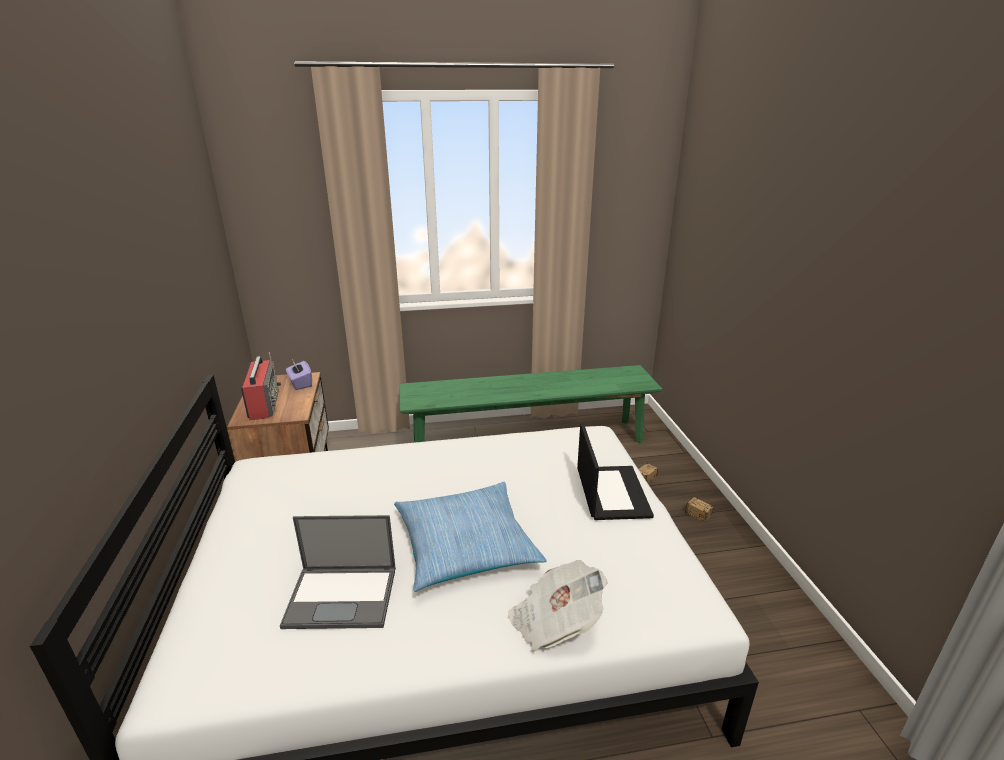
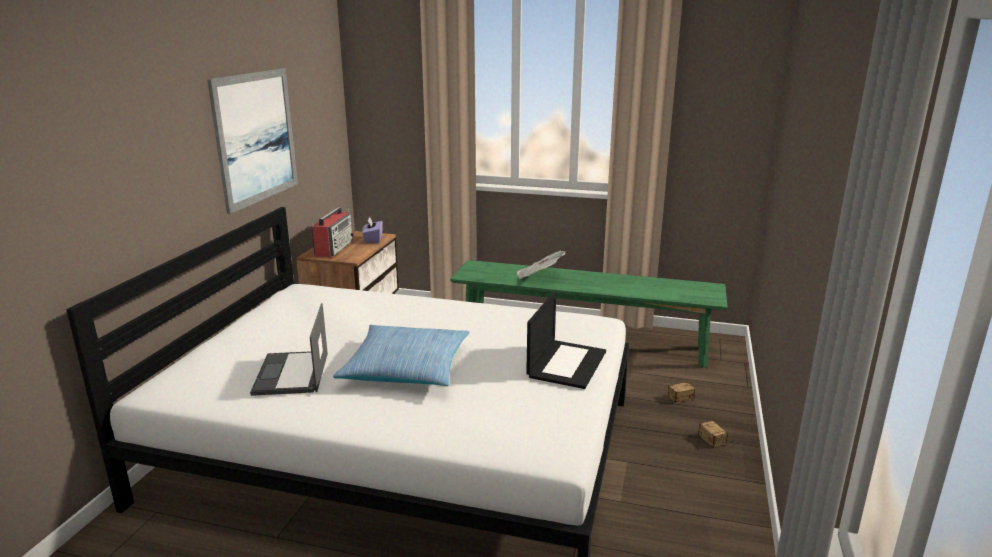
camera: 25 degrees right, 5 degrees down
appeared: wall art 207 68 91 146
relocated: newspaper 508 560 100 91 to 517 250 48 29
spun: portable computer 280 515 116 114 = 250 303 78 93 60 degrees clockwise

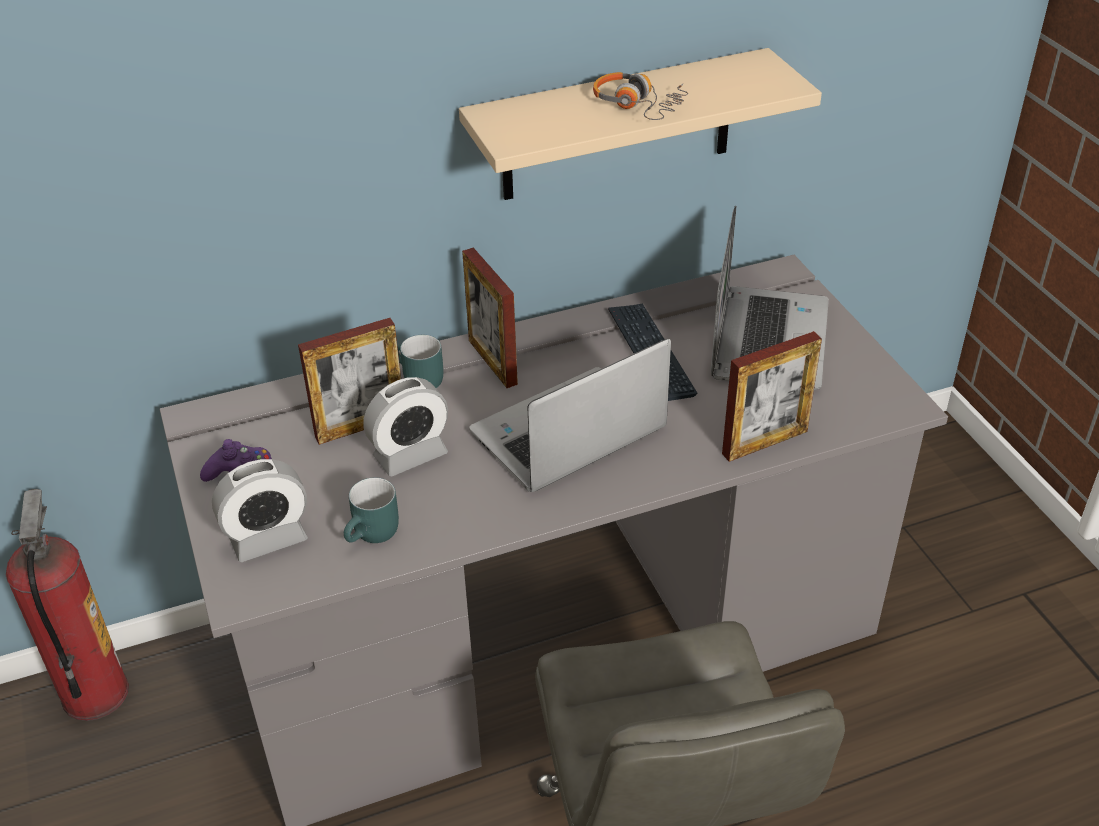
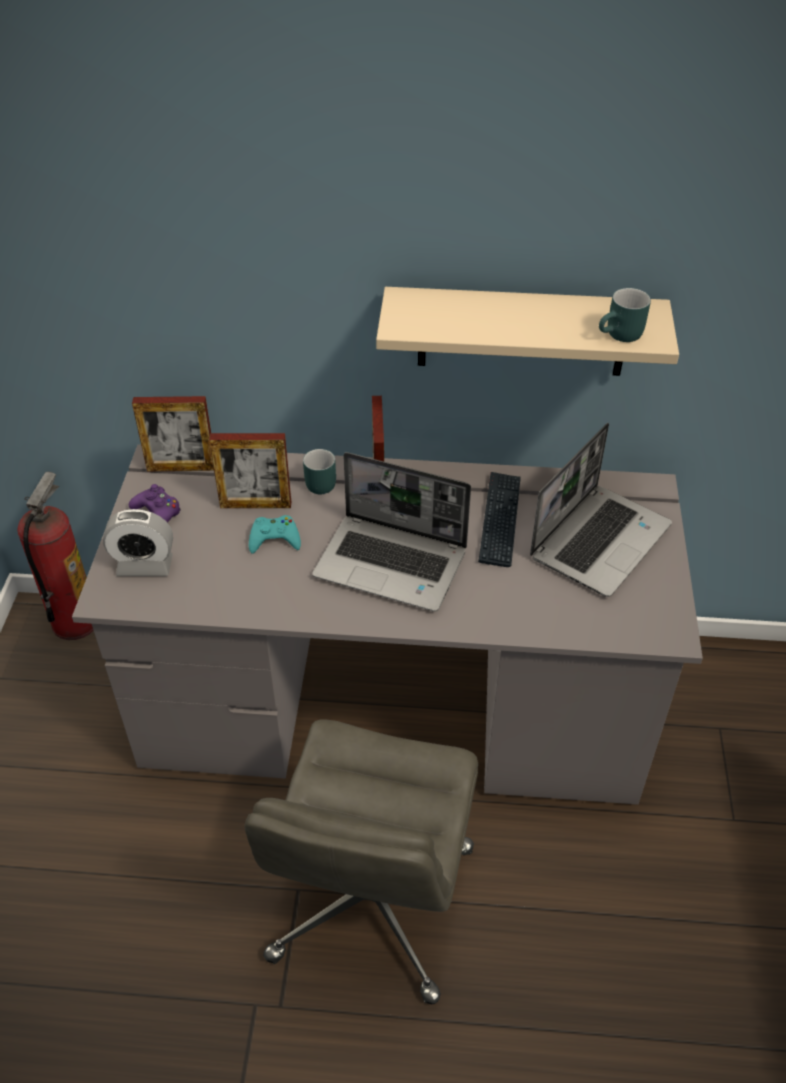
camera: 25 degrees right, 5 degrees up
missing: headphones 593 72 95 48
relocated: turquoise-coloured mug 344 477 55 66 to 599 288 52 54; photo frame 722 331 100 131 to 132 396 82 76
exchanged: table clock 363 377 85 99 to turquoise-coloured gamepad 249 515 52 39
spun: portable computer 469 339 202 153 = 313 452 158 160 150 degrees counterclockwise

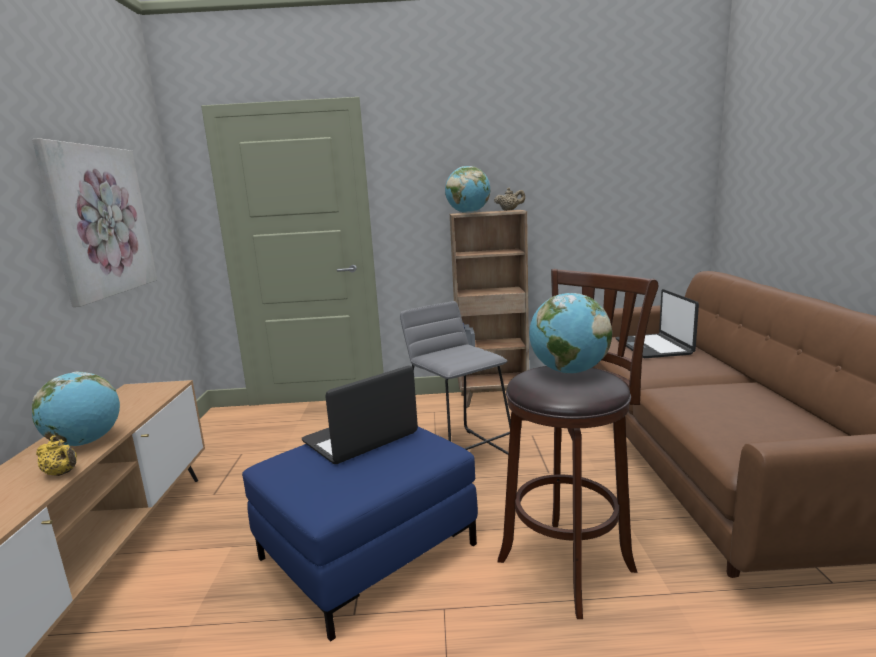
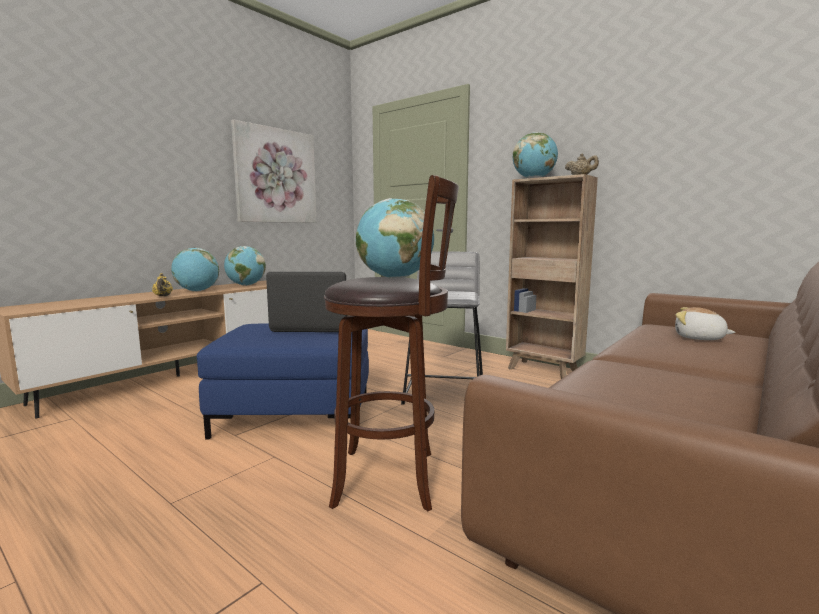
camera: 40 degrees right, 5 degrees down
appeared: globe 224 246 42 40
exchanged: portable computer 616 289 83 69 to cuddly toy 675 307 60 33

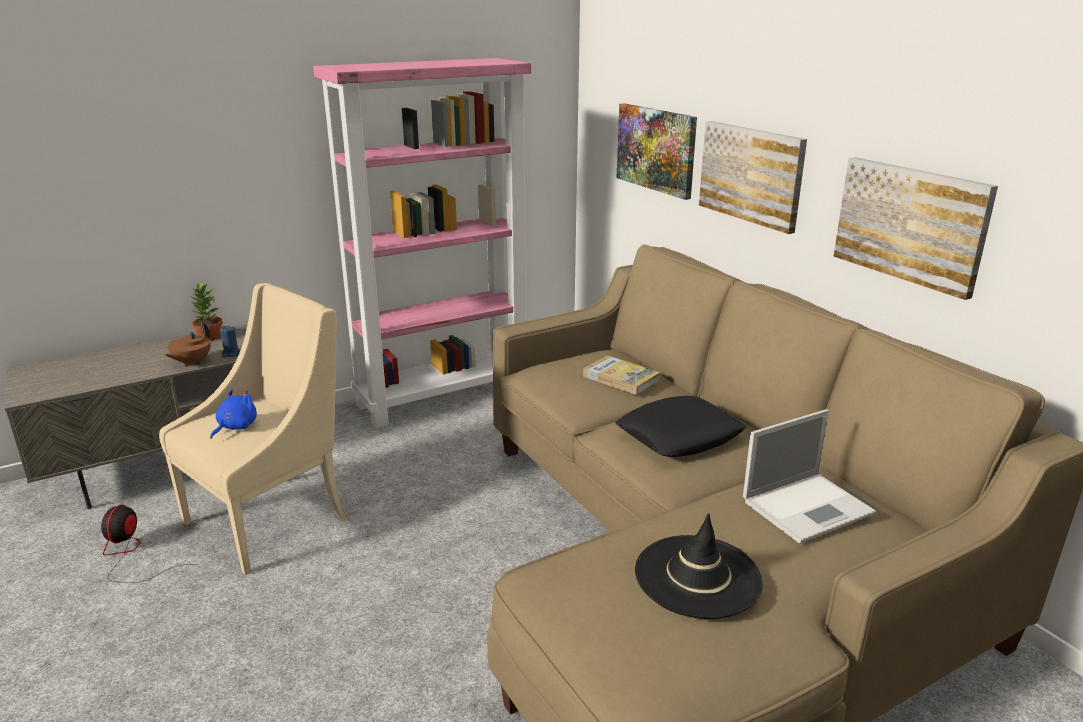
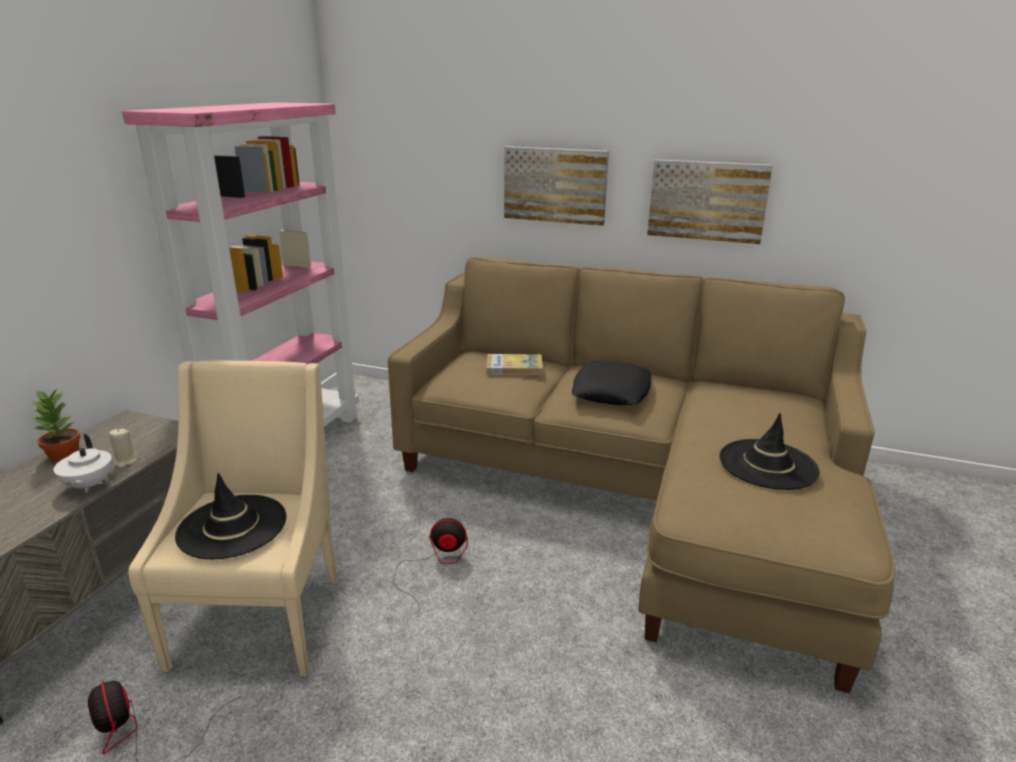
camera: 40 degrees left, 0 degrees up
missing: wall art 617 103 80 97; portable computer 743 409 133 134
appeared: cooling fan 393 518 75 97
exchanged: bluish cuddly toy 210 389 47 50 to blackish clothing hat 175 473 111 86
colour: brownish pot for tea 165 323 46 44 to white-coloured pot for tea 53 434 59 59; bluish wax candle 220 326 20 31 to sand-coloured wax candle 109 429 30 39

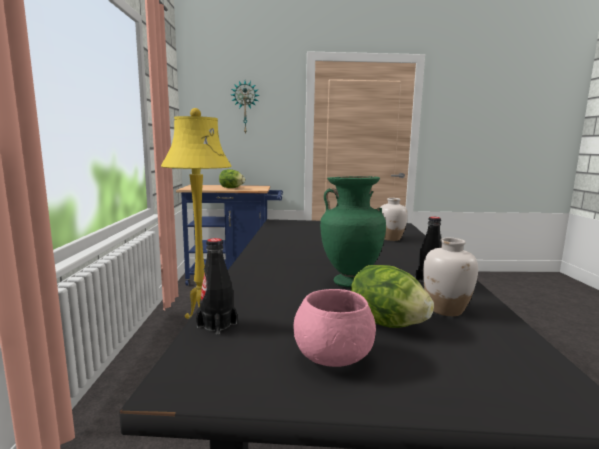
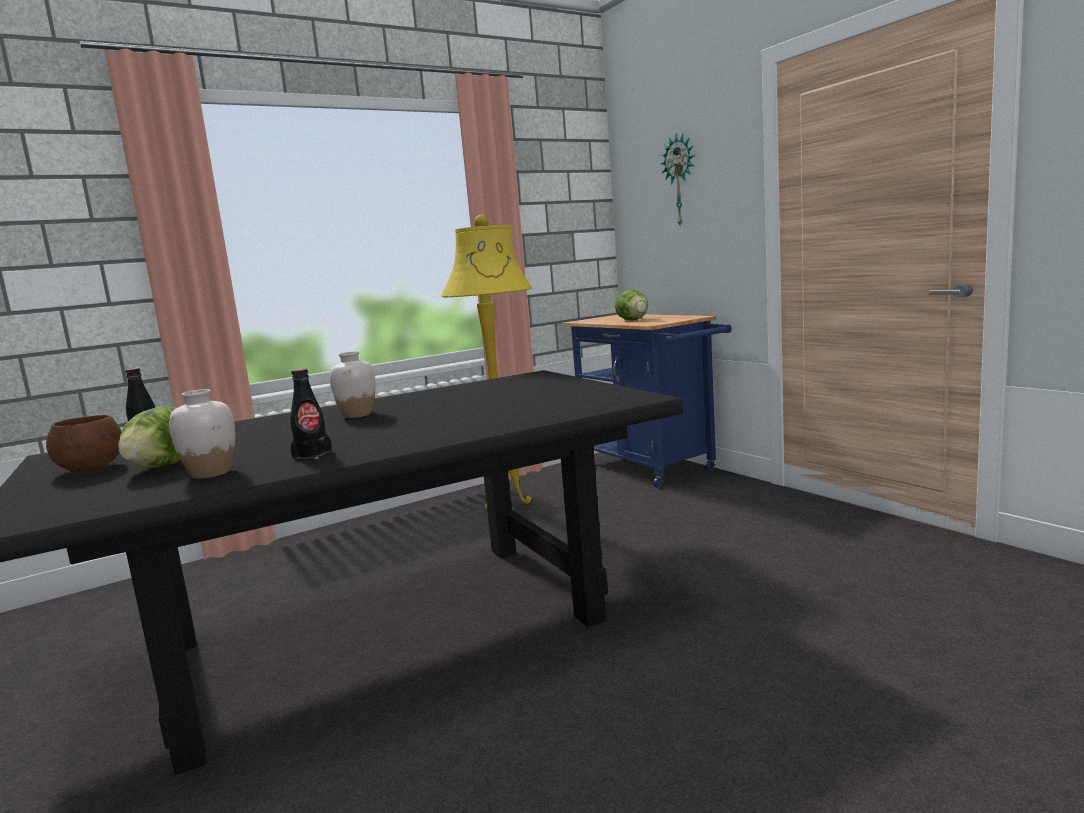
camera: 60 degrees right, 0 degrees up
missing: greenish flower vase 320 176 66 112
relocated: white-coloured flower vase 380 198 28 43 to 329 351 46 67
colour: pinkish serving bowl 294 289 82 78 to brownish serving bowl 46 415 76 56

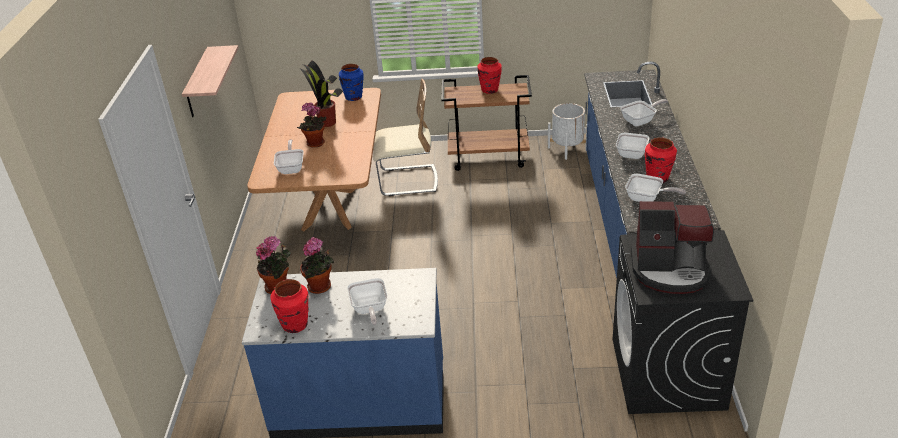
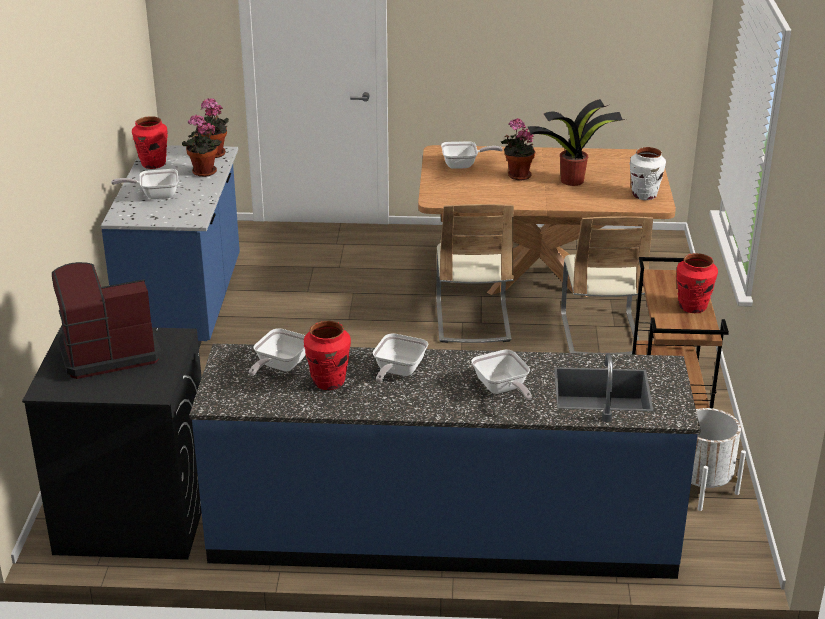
camera: 90 degrees right, 5 degrees down
missing: wall shelf 182 45 57 72
appeared: sand-coloured plain chair 436 204 78 139
colour: bluish flower vase 339 64 25 37 to white-coloured flower vase 629 147 37 53
spun: coffee brewer 631 201 83 93 = 52 262 110 117 60 degrees clockwise

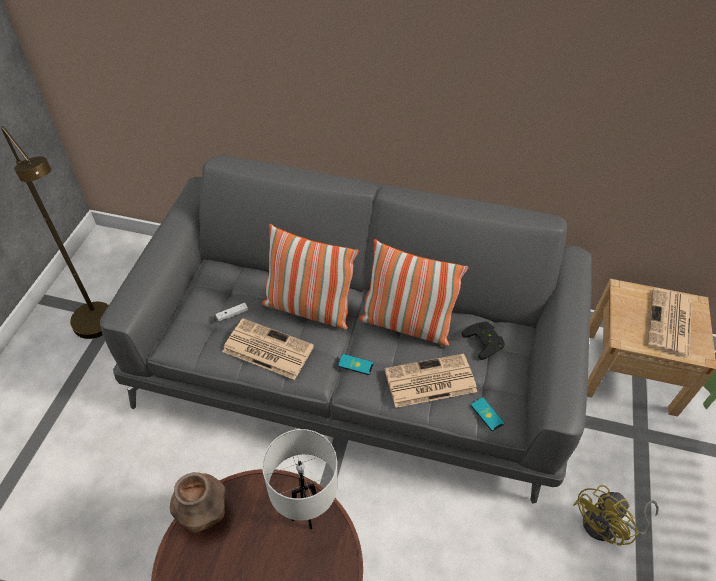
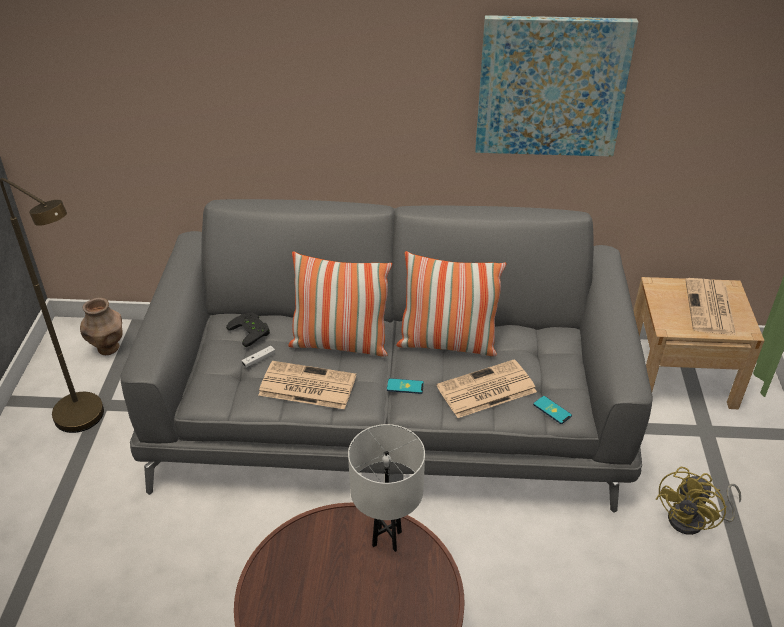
camera: 10 degrees left, 10 degrees down
appeared: wall art 475 15 163 142
relocated: brownish flower vase 170 472 56 61 to 80 298 43 57; blackish gamepad 462 321 43 39 to 226 312 44 35

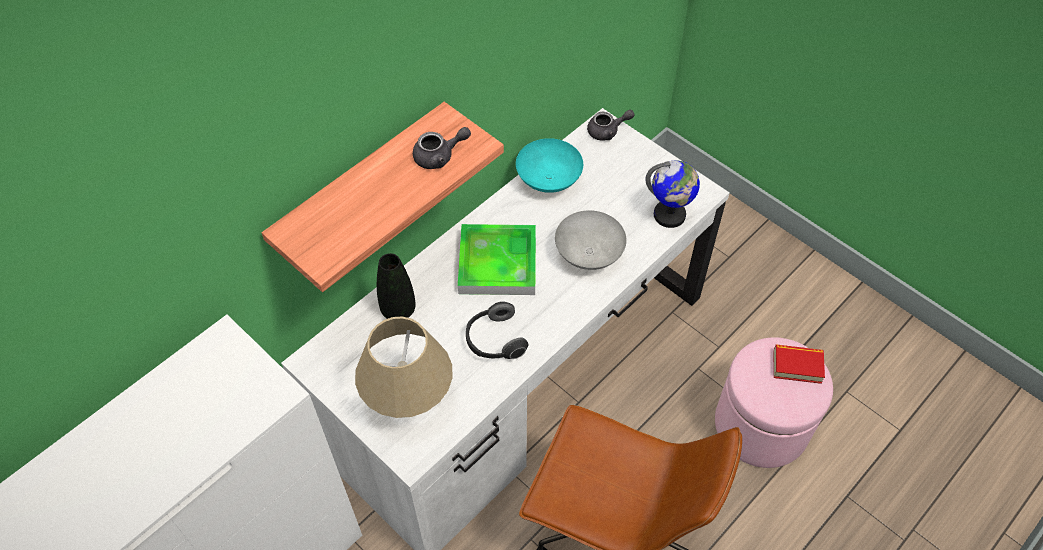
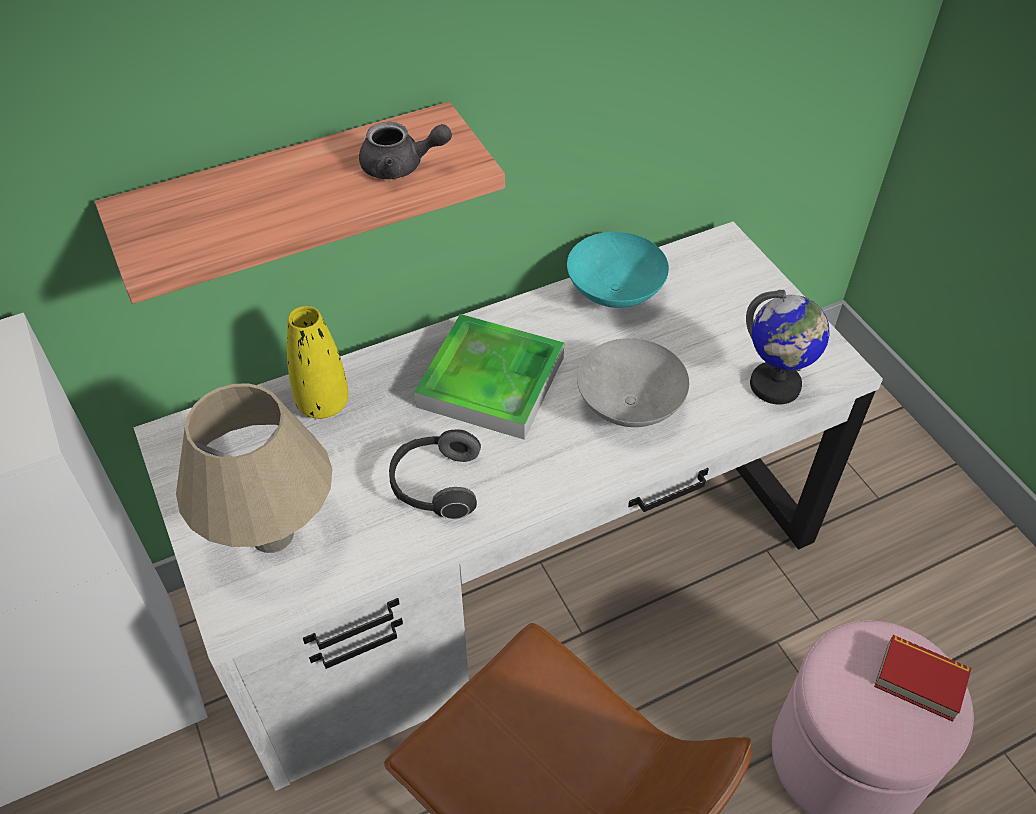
camera: 20 degrees right, 5 degrees down
missing: gray pot for tea 587 110 48 31
colour: blackish flower vase 377 253 39 66 to yellow-coloured flower vase 287 306 62 113

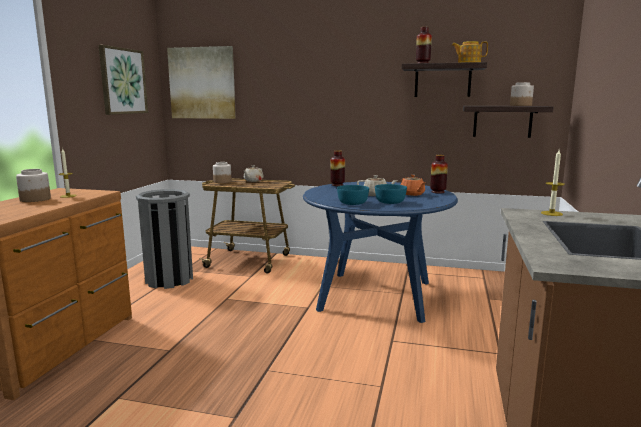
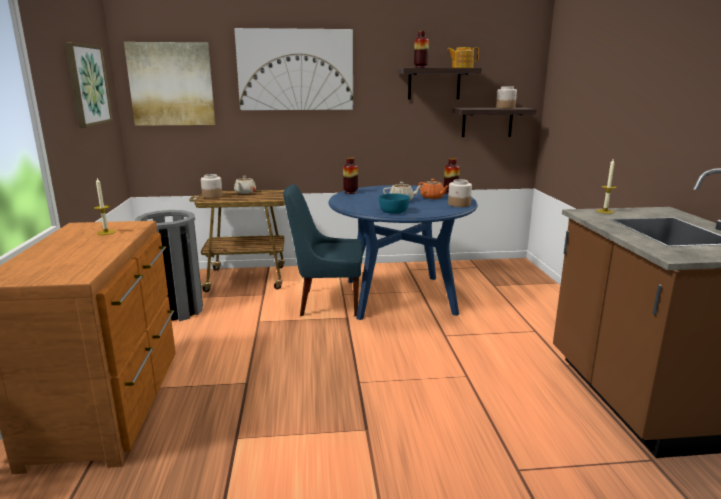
camera: 20 degrees left, 5 degrees up
missing: turquoise-coloured serving bowl 375 184 32 20
appeared: wall art 234 28 119 82; bluish plain chair 283 184 80 132
relocated: preserve jar 16 169 35 33 to 448 179 24 28

